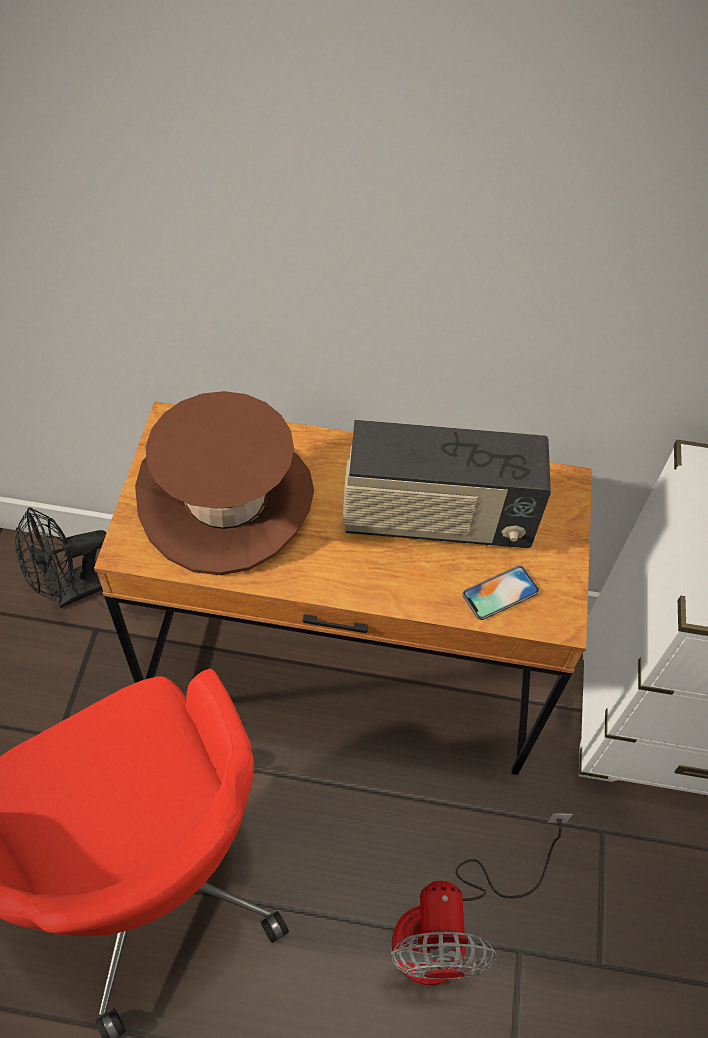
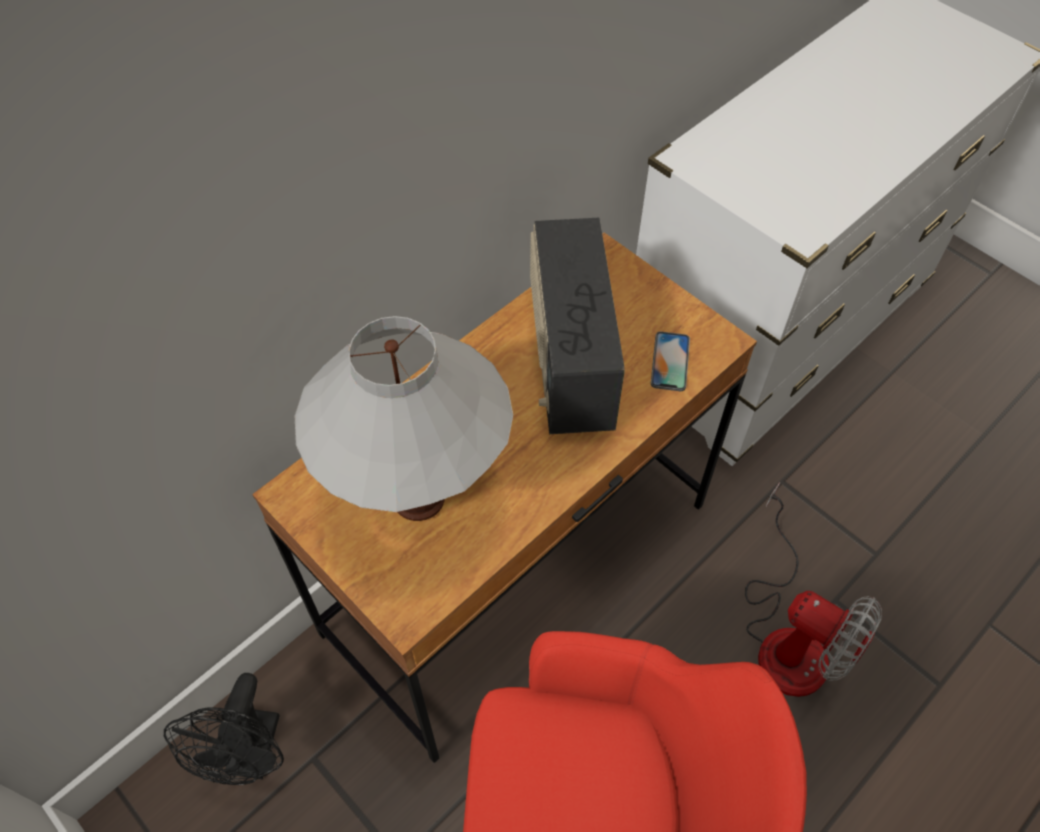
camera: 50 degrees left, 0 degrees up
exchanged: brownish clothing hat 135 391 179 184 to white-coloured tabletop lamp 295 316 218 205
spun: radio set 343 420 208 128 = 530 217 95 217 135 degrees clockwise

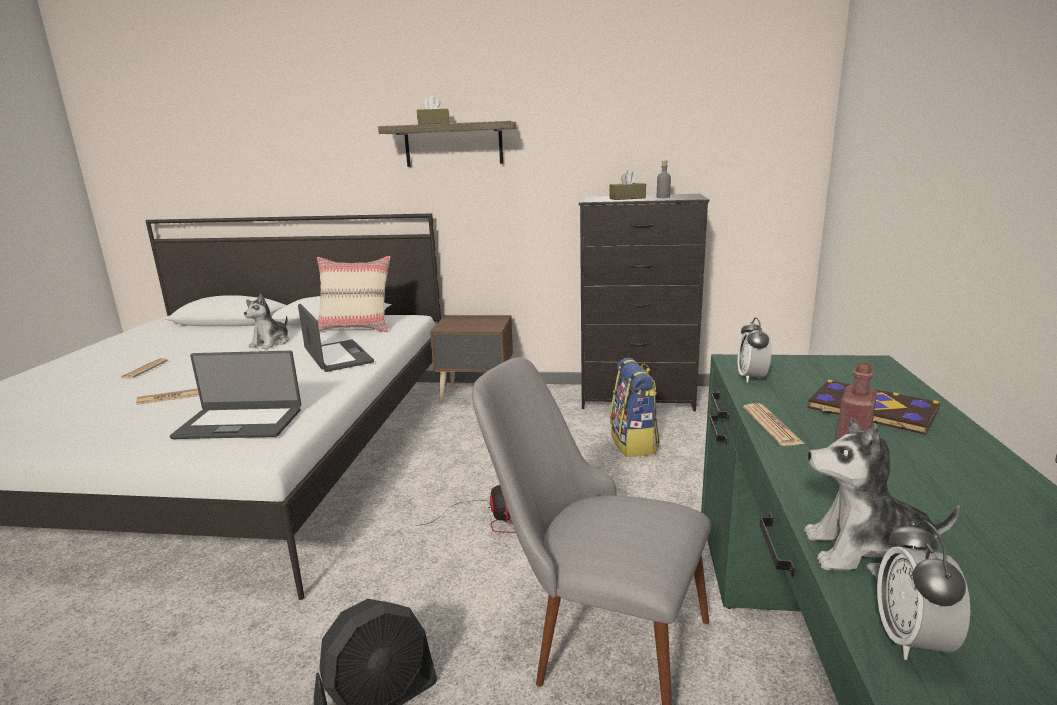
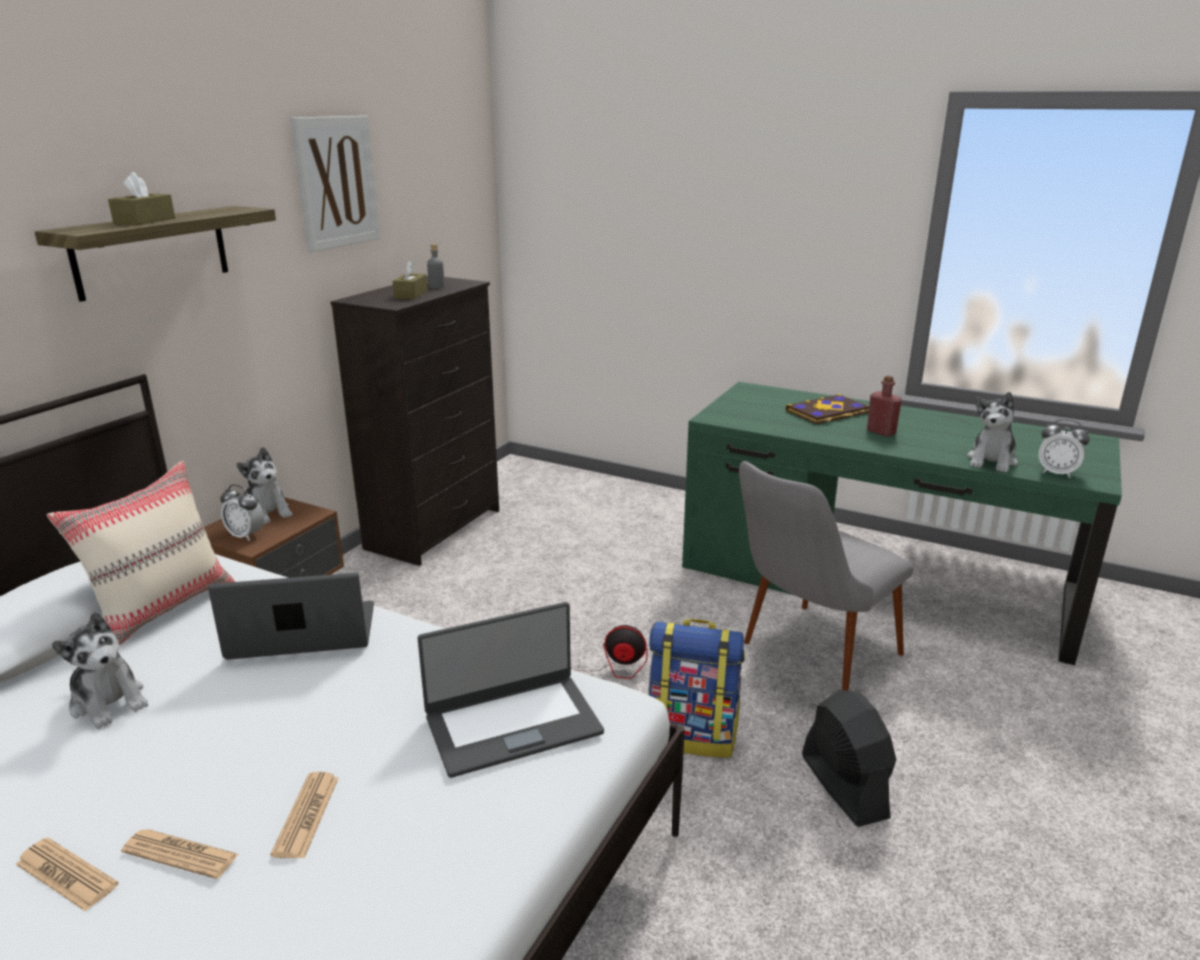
camera: 70 degrees left, 5 degrees up
appeared: cuddly toy 236 447 57 77; wall art 291 116 90 136
relocated: rucksack 610 358 50 99 to 648 619 97 139; table clock 738 317 34 66 to 220 485 44 56; newspaper 743 403 61 43 to 121 829 118 50
spun: portable computer 170 351 131 88 = 417 602 187 176 45 degrees clockwise

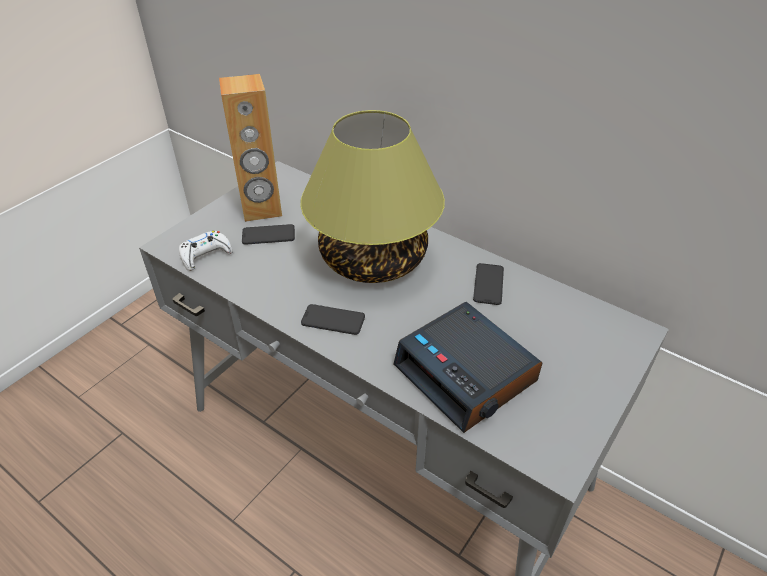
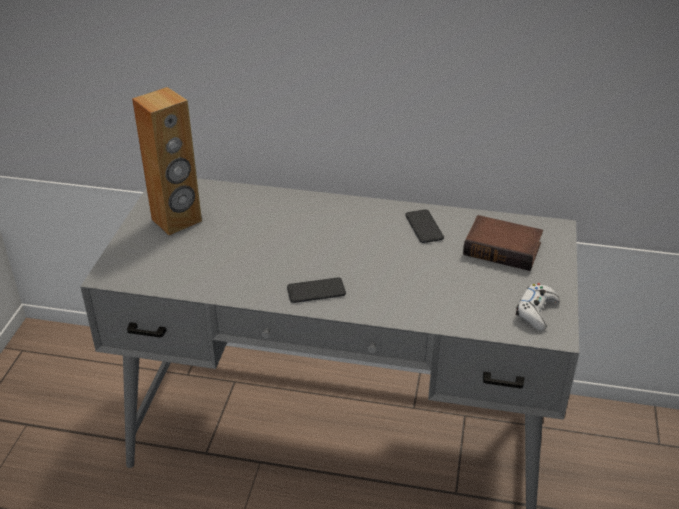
camera: 25 degrees left, 5 degrees down
missing: handset 242 224 53 21; tabletop lamp 300 110 145 173; table clock 394 302 148 131
appeared: bound book 463 215 80 56
relocated: white-coloured gamepad 179 231 54 40 to 516 283 44 48

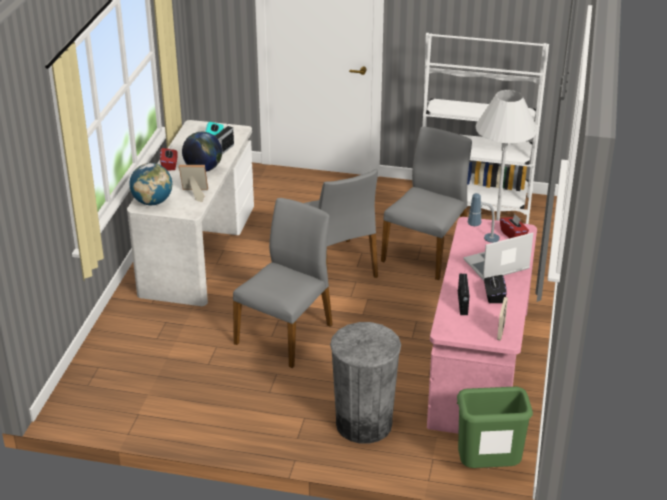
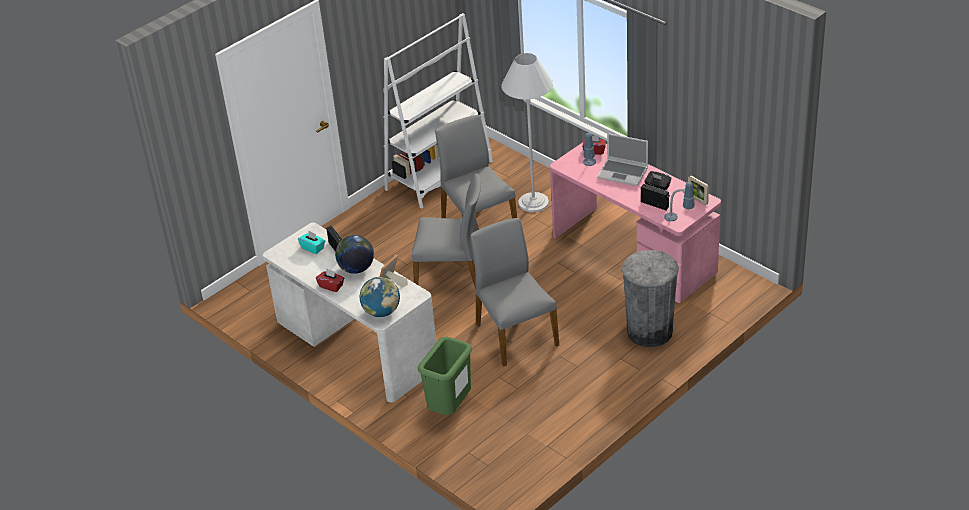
camera: 55 degrees left, 5 degrees up
appeared: tabletop lamp 664 182 31 39
relocated: greenish trash can 457 387 76 81 to 418 337 54 78
spun: portable computer 463 233 70 48 = 597 133 51 53 75 degrees counterclockwise

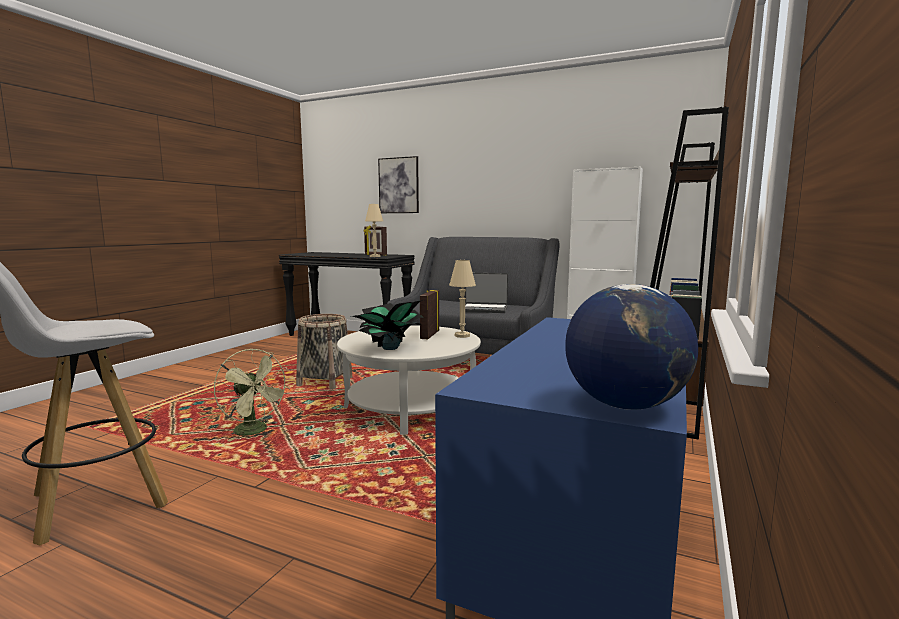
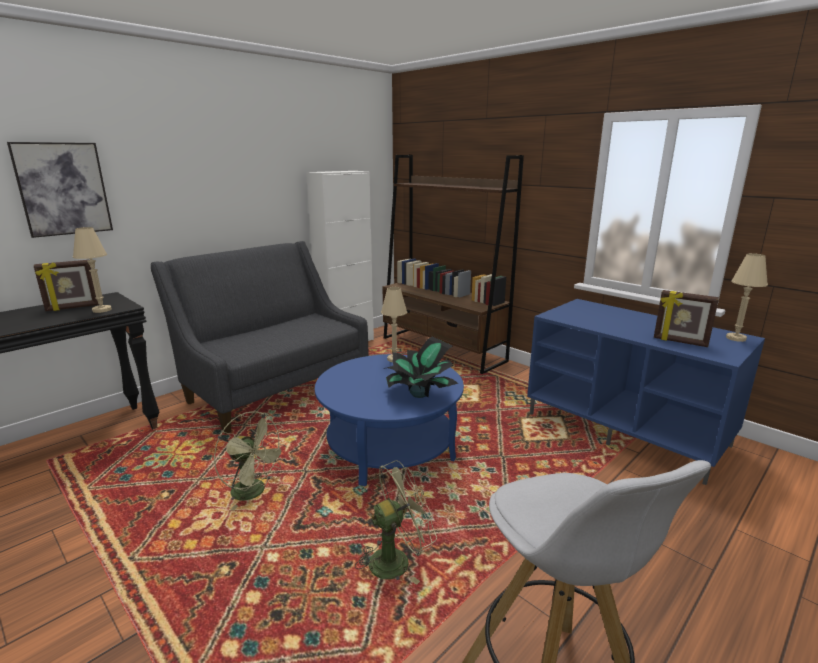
camera: 70 degrees left, 10 degrees up
missing: portable computer 465 273 43 40
relocated: photo frame 420 290 19 49 to 654 290 65 57
exchanged: storage basket 296 314 56 75 to greenish cooling fan 214 411 73 100; globe 565 284 133 126 to sand-coloured tabletop lamp 726 253 42 89
colour: white-coloured coffee table 337 326 144 109 to bluish coffee table 315 354 149 132

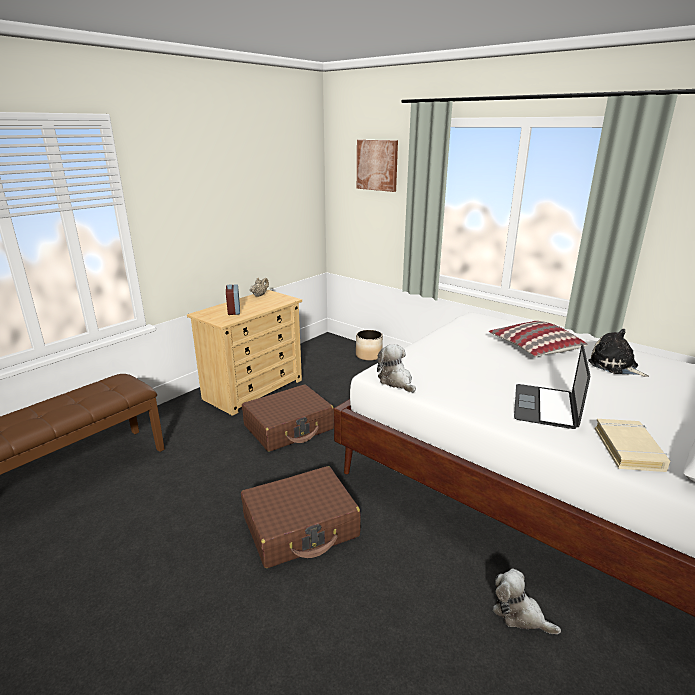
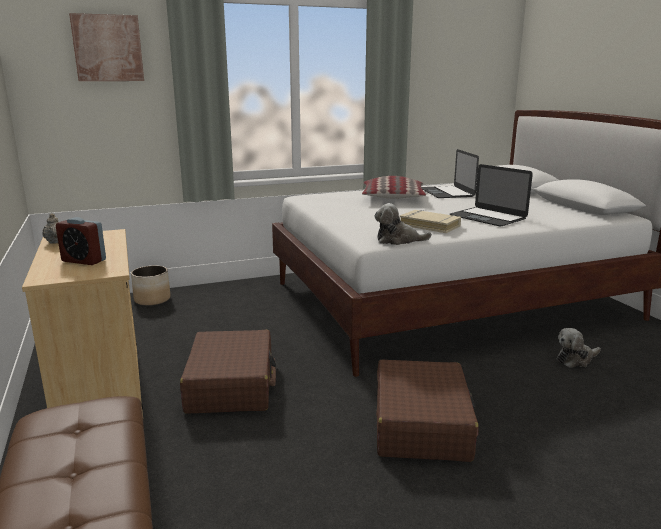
camera: 60 degrees left, 5 degrees down
relocated: sand-coloured bound book 595 419 75 53 to 400 210 61 23
exchanged: cuddly toy 588 329 61 48 to portable computer 421 149 58 49

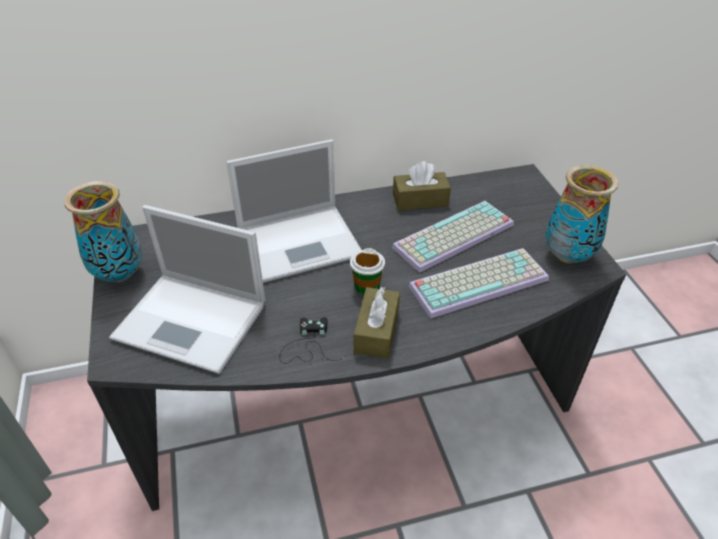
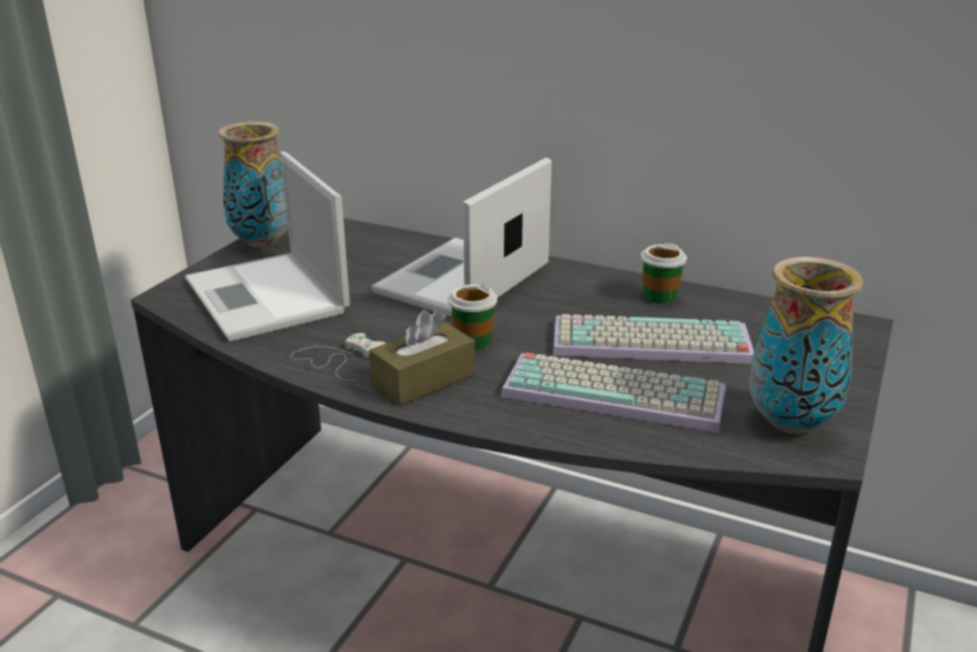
camera: 40 degrees right, 15 degrees down
exchanged: brownish box of tissues 393 161 58 49 to small cup 641 243 46 61
colour: blackish gamepad 279 317 67 47 to white-coloured gamepad 290 333 96 48
spun: portable computer 226 139 136 144 = 371 158 181 159 105 degrees clockwise

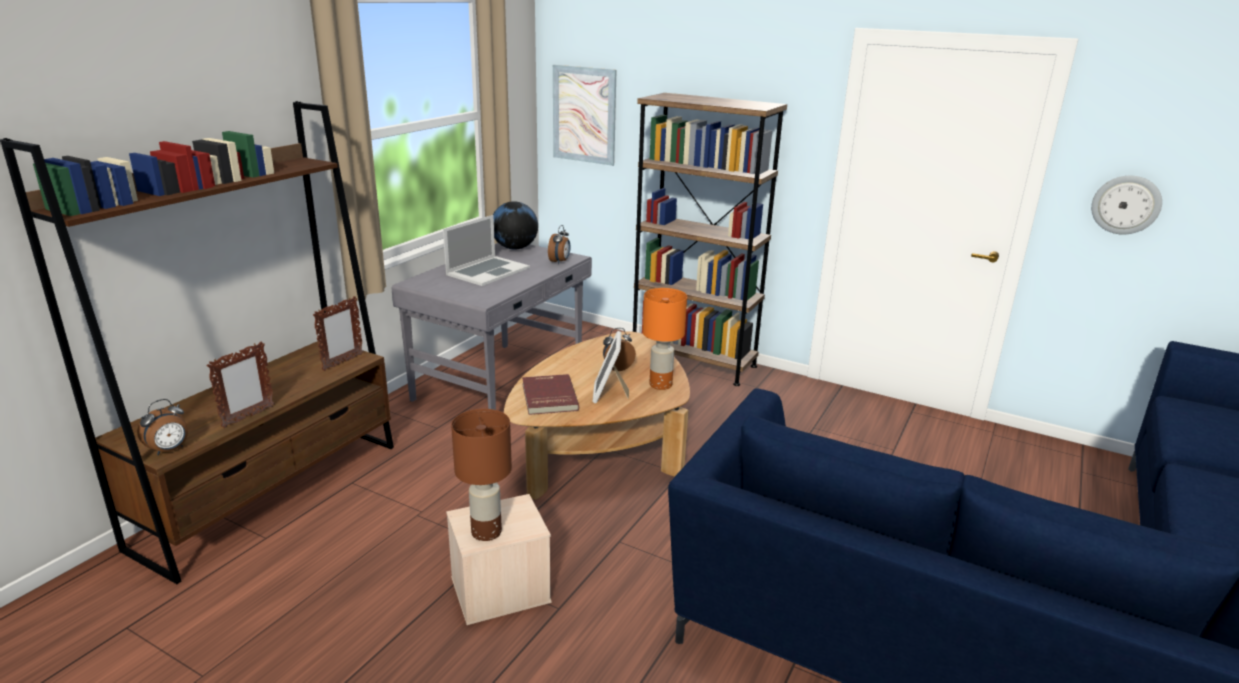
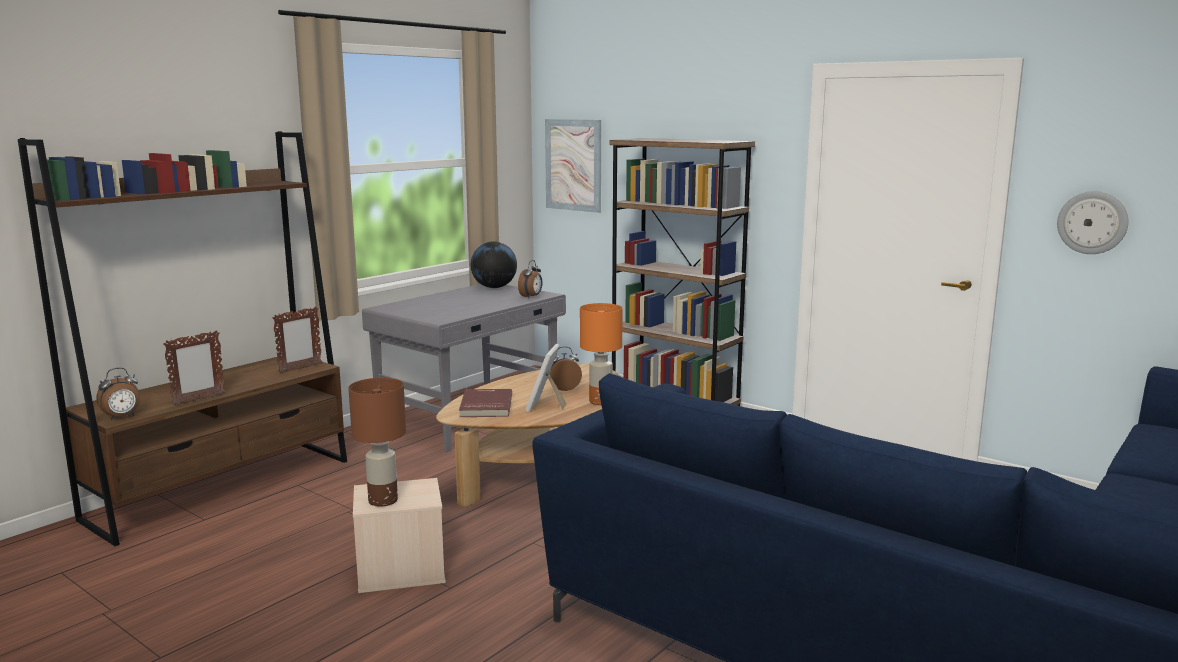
camera: 10 degrees right, 10 degrees down
missing: portable computer 443 215 87 71

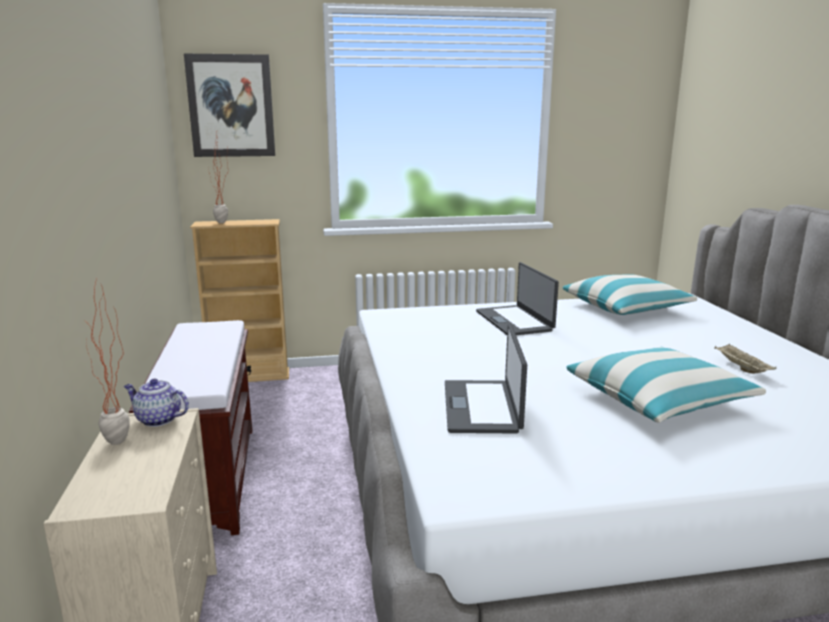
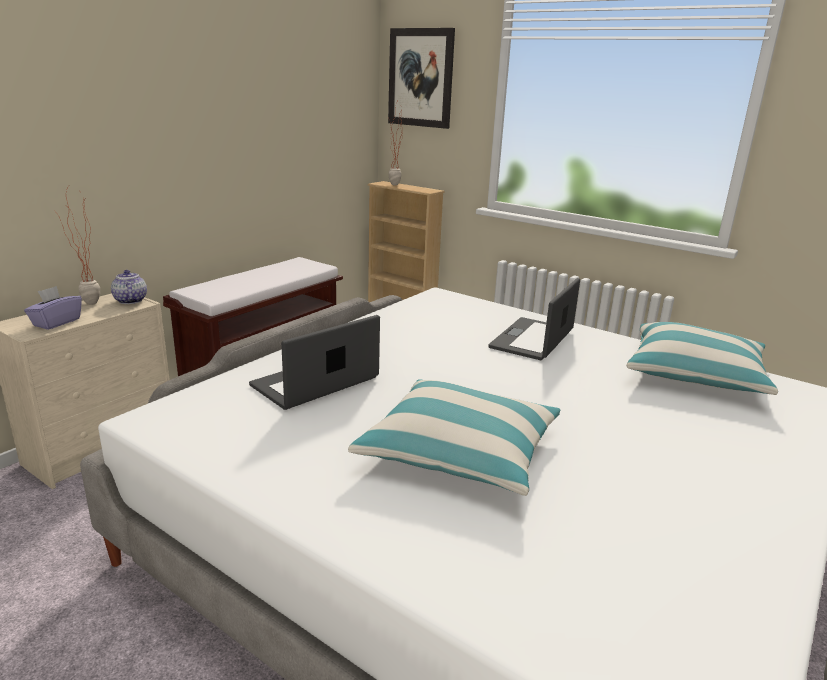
camera: 45 degrees right, 5 degrees up
missing: sand-coloured tray 714 343 63 31
appeared: purple box of tissues 24 286 58 44

